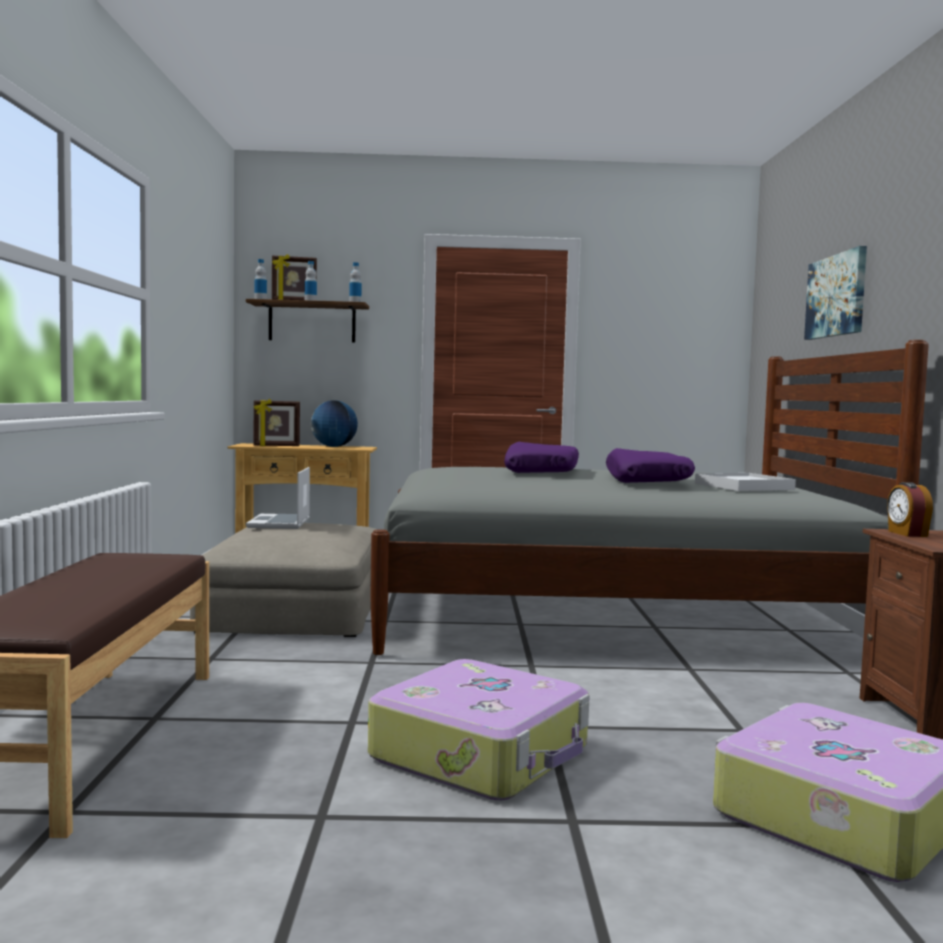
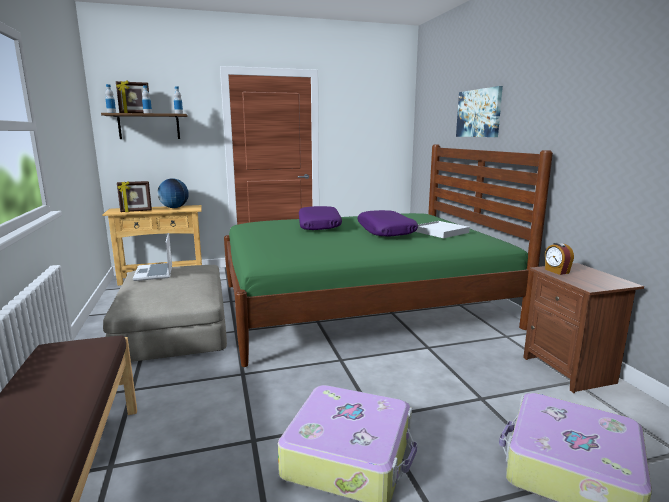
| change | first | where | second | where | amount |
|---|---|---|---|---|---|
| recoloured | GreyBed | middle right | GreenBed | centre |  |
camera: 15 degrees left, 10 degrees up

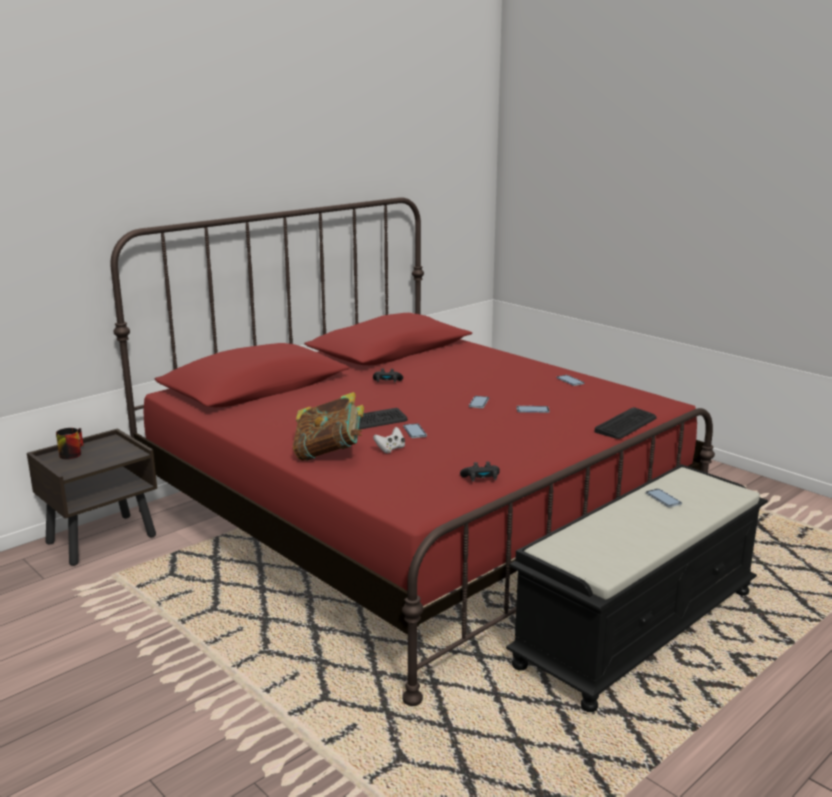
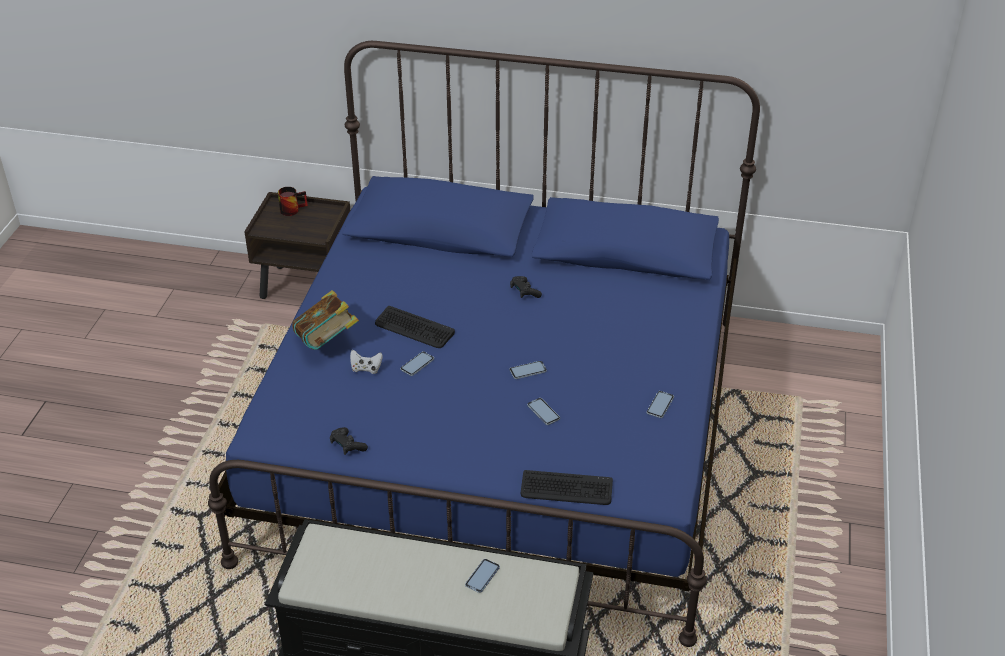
| change | first | where | second | where | amount |
|---|---|---|---|---|---|
| recoloured | RedBed | centre | BlueBed | centre |  |
camera: 55 degrees right, 20 degrees up

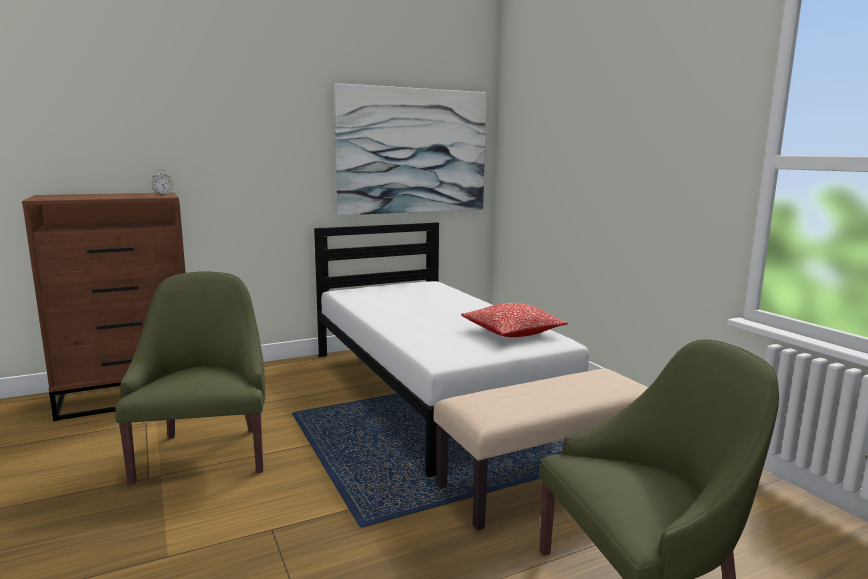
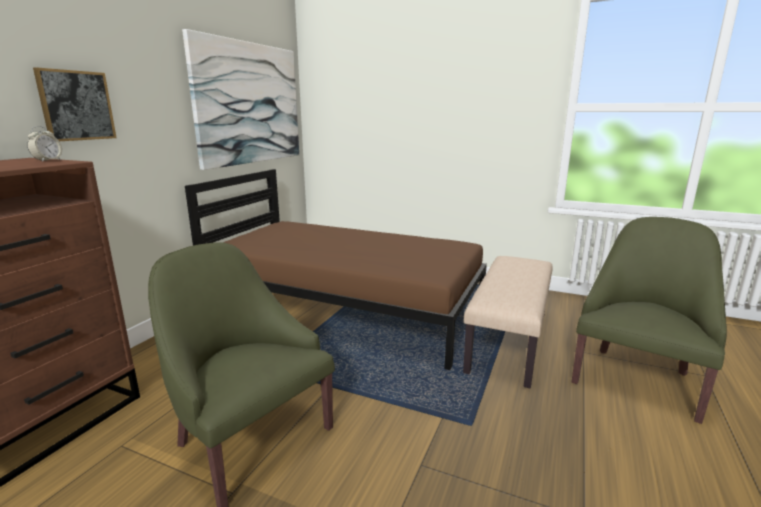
| change | first | where | second | where | amount |
|---|---|---|---|---|---|
| removed | Pillow | centre |  |  |  |
| added |  |  | Picture (1st from left) | top left |  |
| recoloured | WhiteBed | centre | BrownBed | centre |  |
camera: 40 degrees left, 5 degrees up

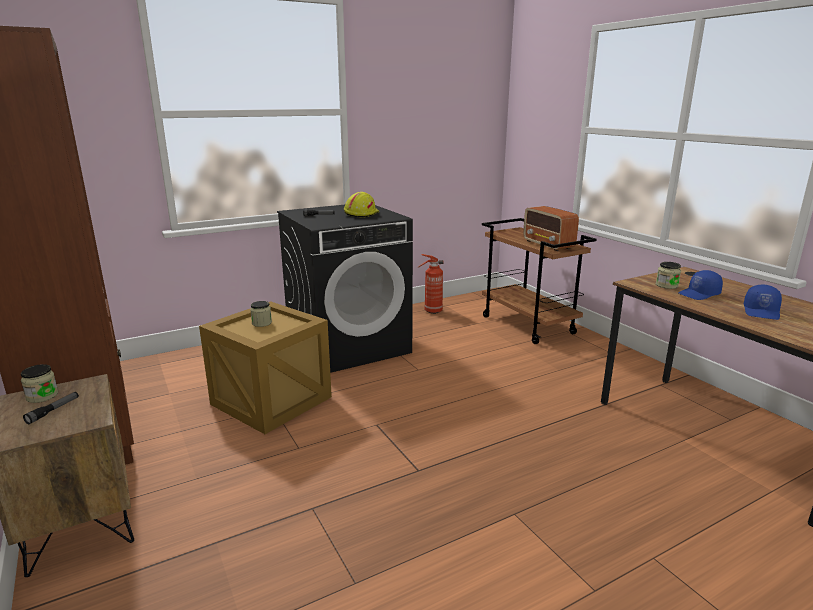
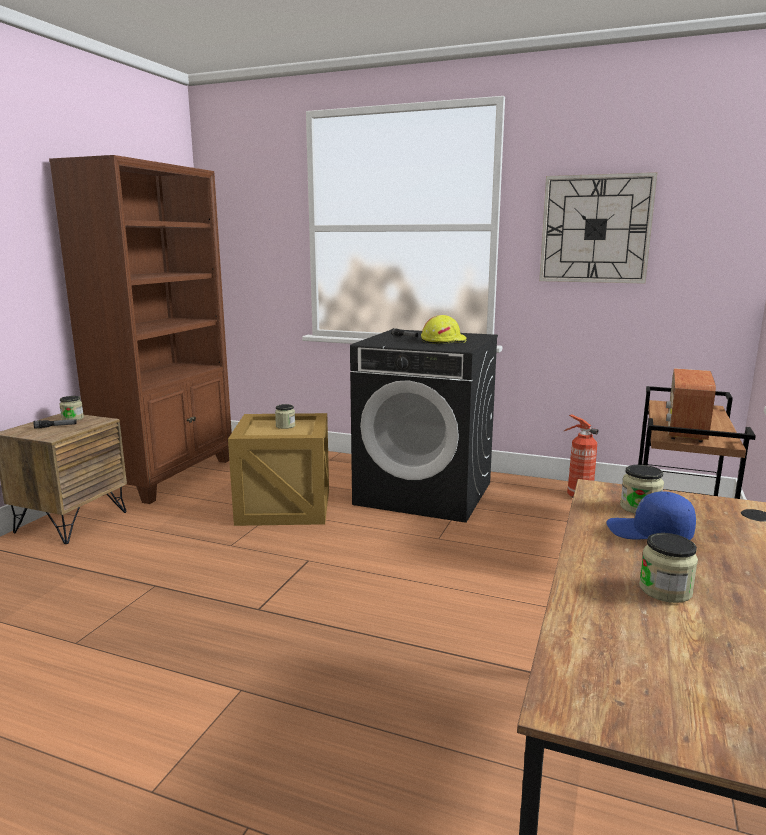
| change | first | where | second | where | amount |
|---|---|---|---|---|---|
| added |  |  | WallClock | top right |  |
| replaced | BlueCap (2nd from left) | middle right | Jar (4th from left) | bottom right |  |
camera: 50 degrees right, 5 degrees down

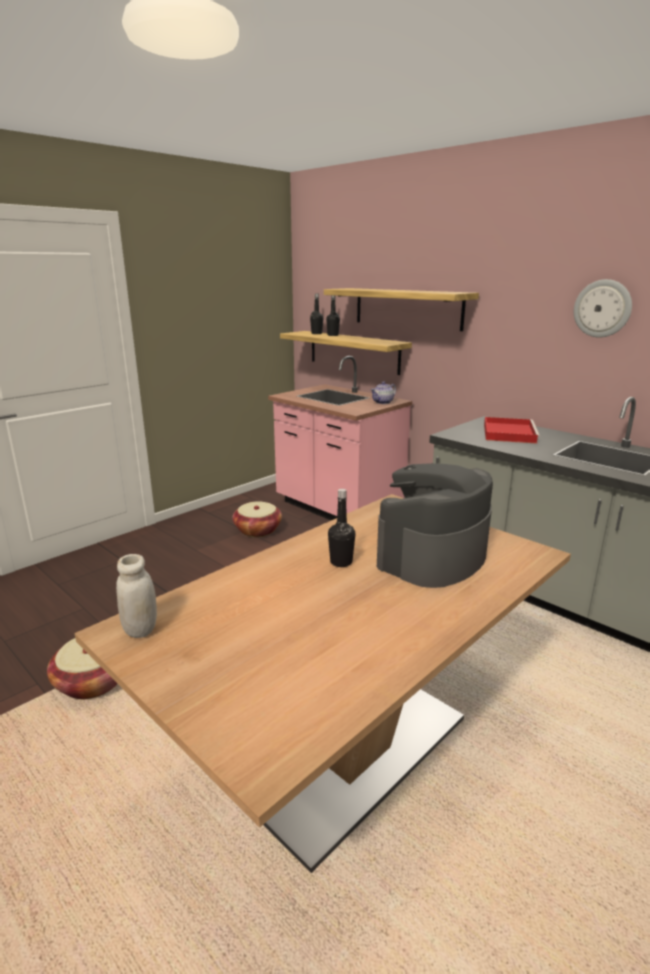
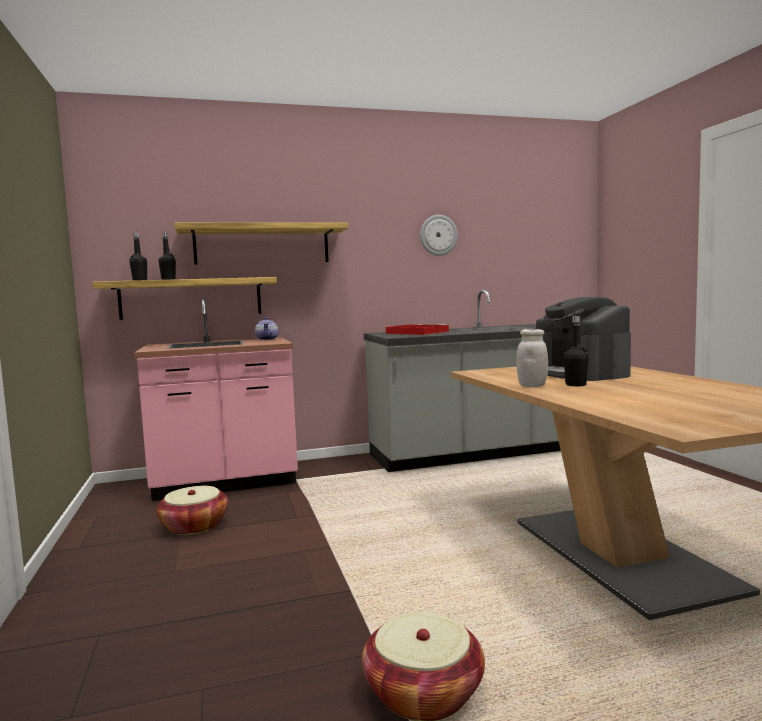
| change | first | where | second | where | amount |
|---|---|---|---|---|---|
| moved | WhiteJar | middle left |  | middle right |  |
camera: 60 degrees left, 15 degrees down

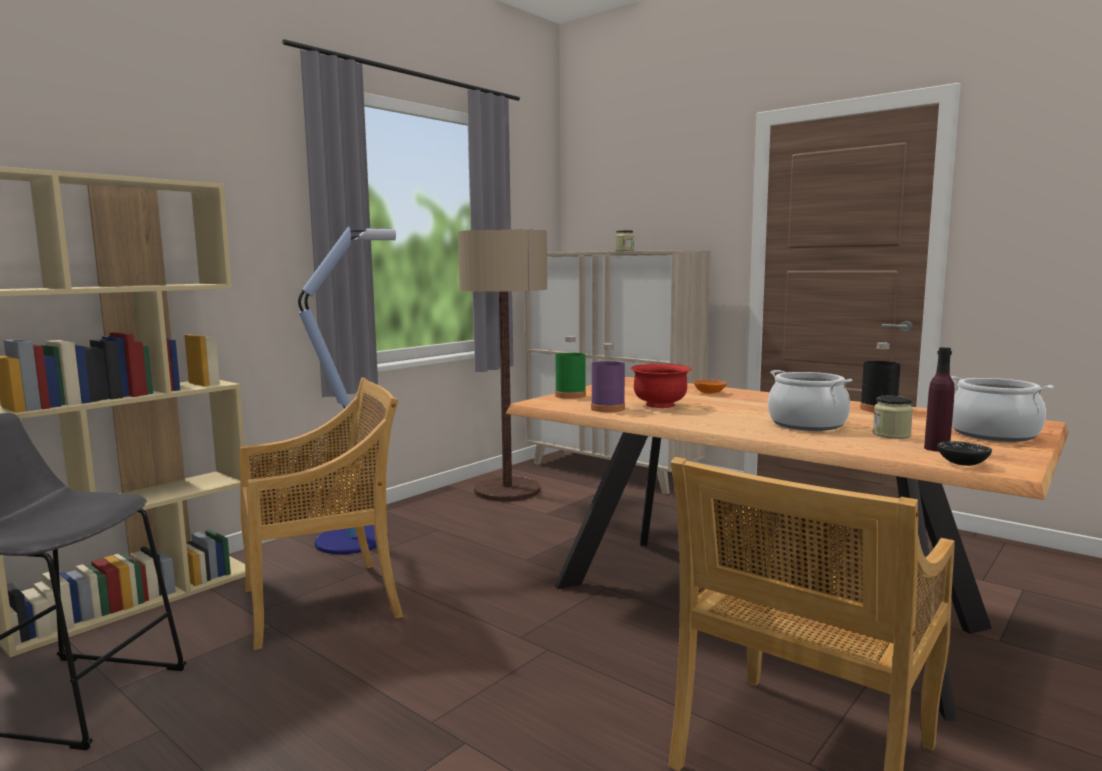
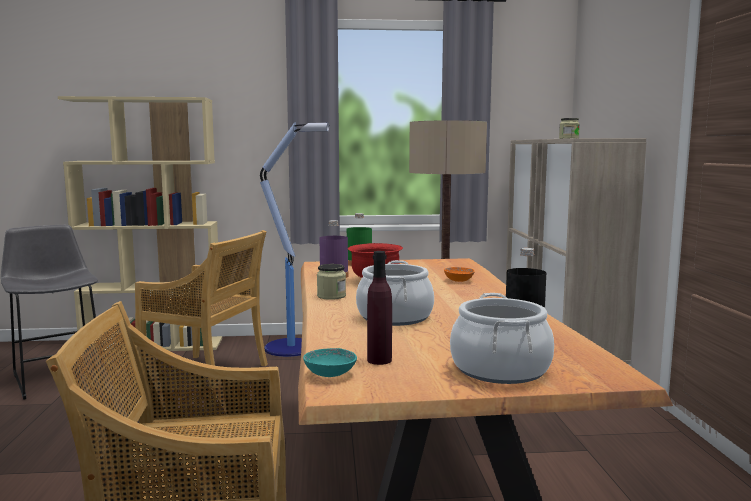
| change | first | where | second | where | amount |
|---|---|---|---|---|---|
| moved | Jar (2nd from left in the first image) | middle right | Jar (1st from left) | centre |  |
| recoloured | BlackBowl | middle right | TurquoiseBowl | bottom centre |  |
camera: 45 degrees right, 0 degrees up

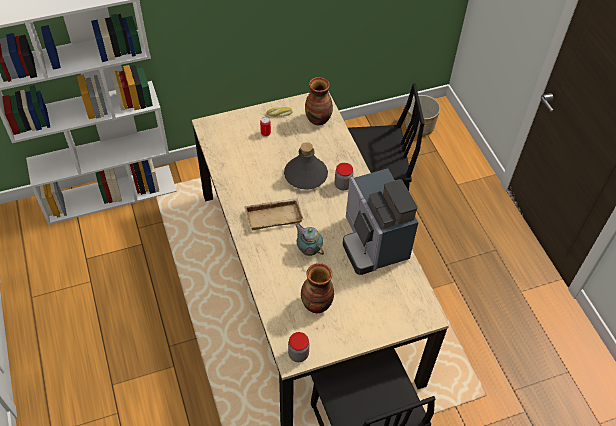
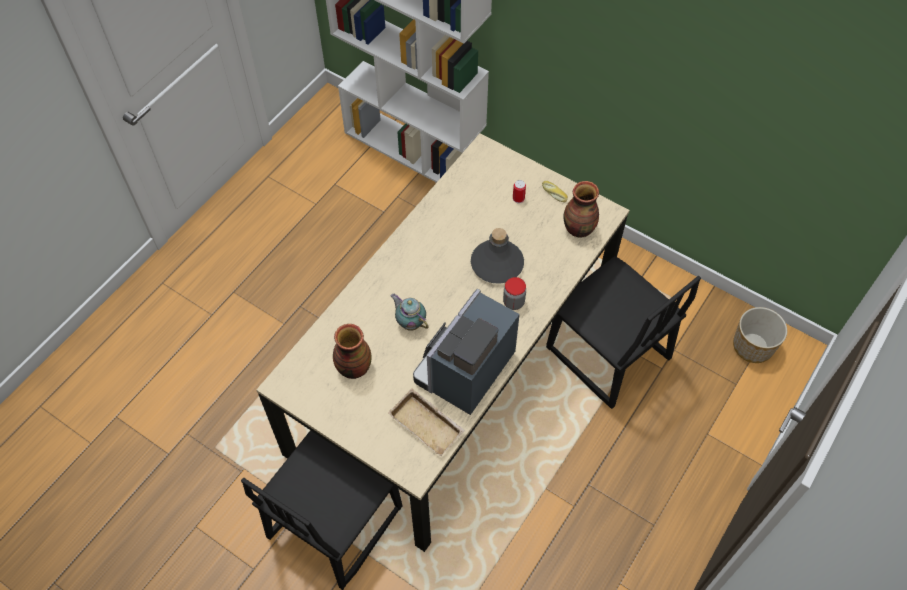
| change | first | where | second | where | amount |
|---|---|---|---|---|---|
| removed | Jar (1st from left) | bottom centre |  |  |  |
| moved | BeigeTray | centre |  | bottom centre |  |
| turned | Teapot | centre |  | centre | 60 degrees counterclockwise |
camera: 55 degrees right, 5 degrees up

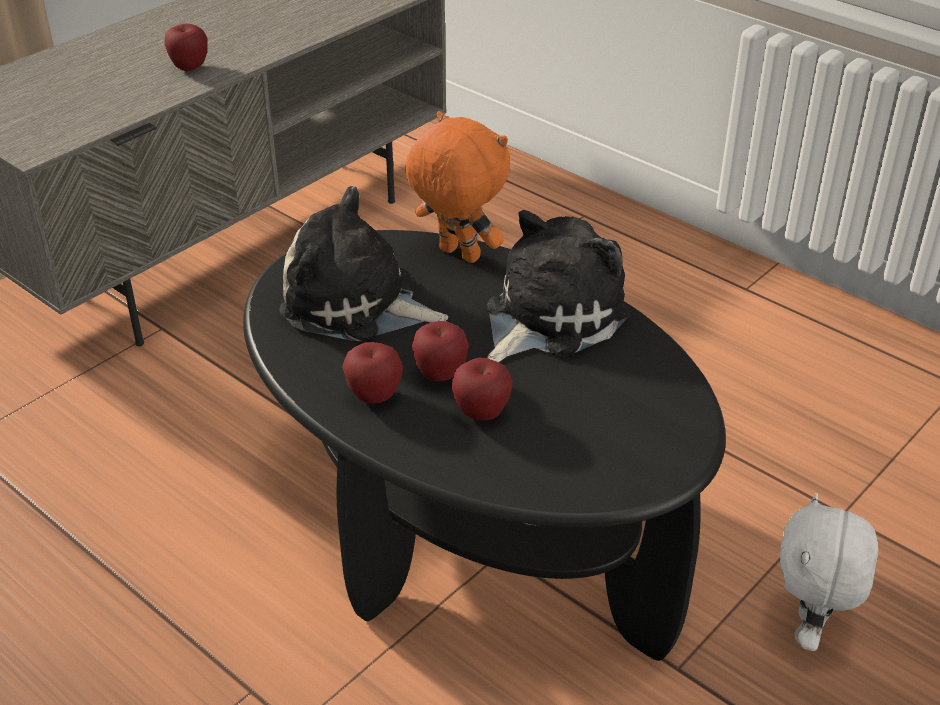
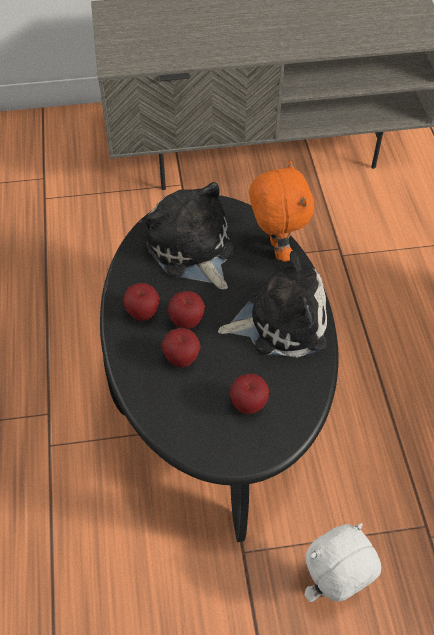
| change | first | where | second | where | amount |
|---|---|---|---|---|---|
| moved | Apple (1st from left in the first image) | top left | Apple (4th from left) | centre |  |
camera: 40 degrees right, 15 degrees up

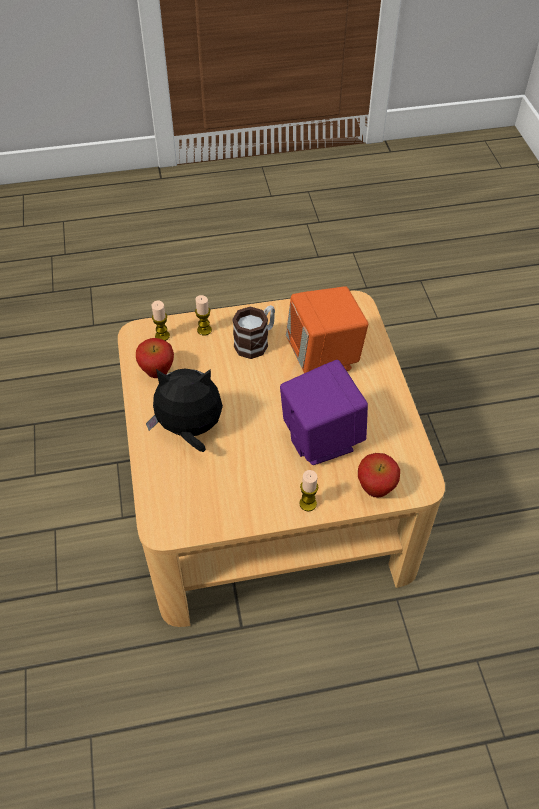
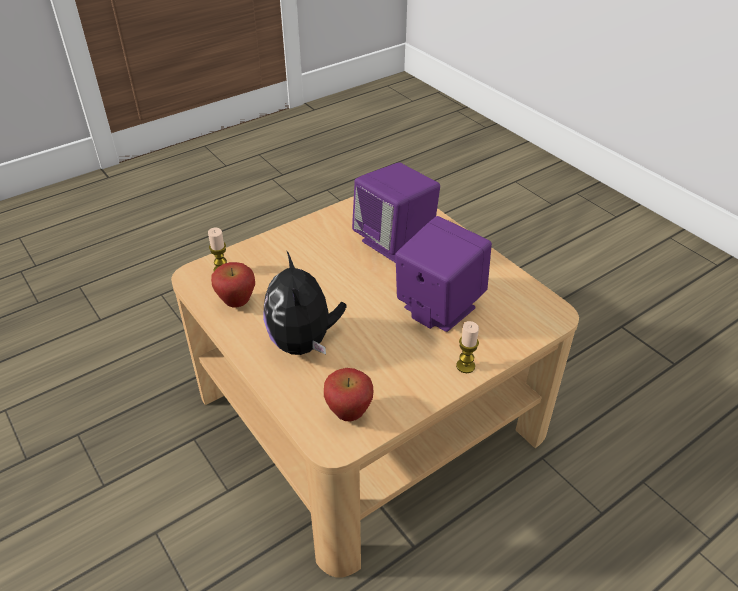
| change | first | where | second | where | amount |
|---|---|---|---|---|---|
| removed | Candle (2nd from left) | centre |  |  |  |
| removed | Mug | centre |  |  |  |
| moved | Apple (2nd from left) | middle right |  | bottom centre |  |
| recoloured | OrangeSpeaker | centre | PurpleSpeaker (1st from left) | centre |  |
| turned | PlushToy | centre |  | centre | 75 degrees counterclockwise |
camera: 25 degrees left, 10 degrees down

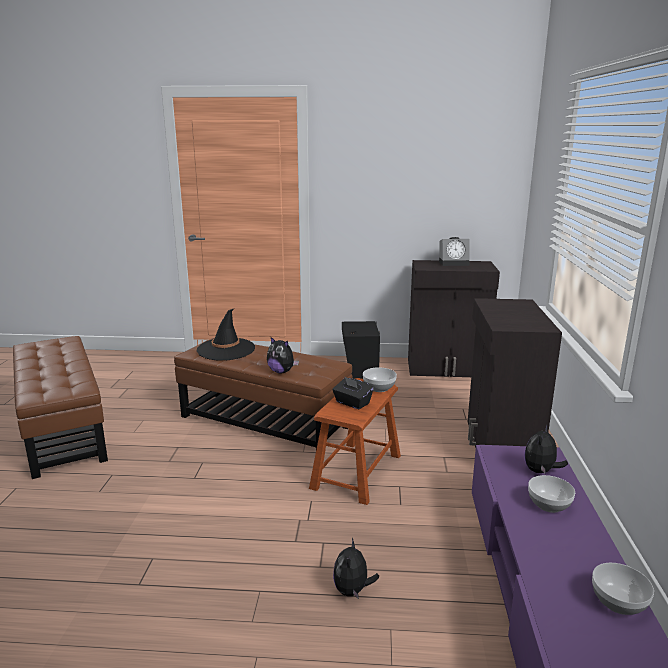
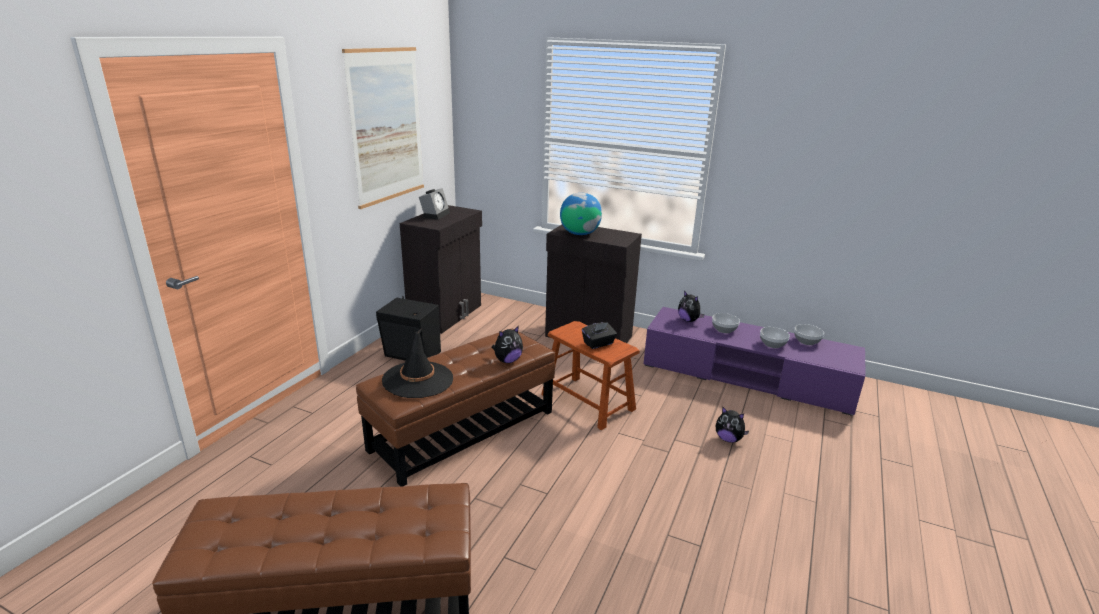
| change | first | where | second | where | amount |
|---|---|---|---|---|---|
| added |  |  | Picture | top centre |  |
| added |  |  | Globe | centre |  |
| moved | Bowl (1st from left in the first image) | centre | Bowl (2nd from left) | middle right |  |
camera: 70 degrees left, 5 degrees up

